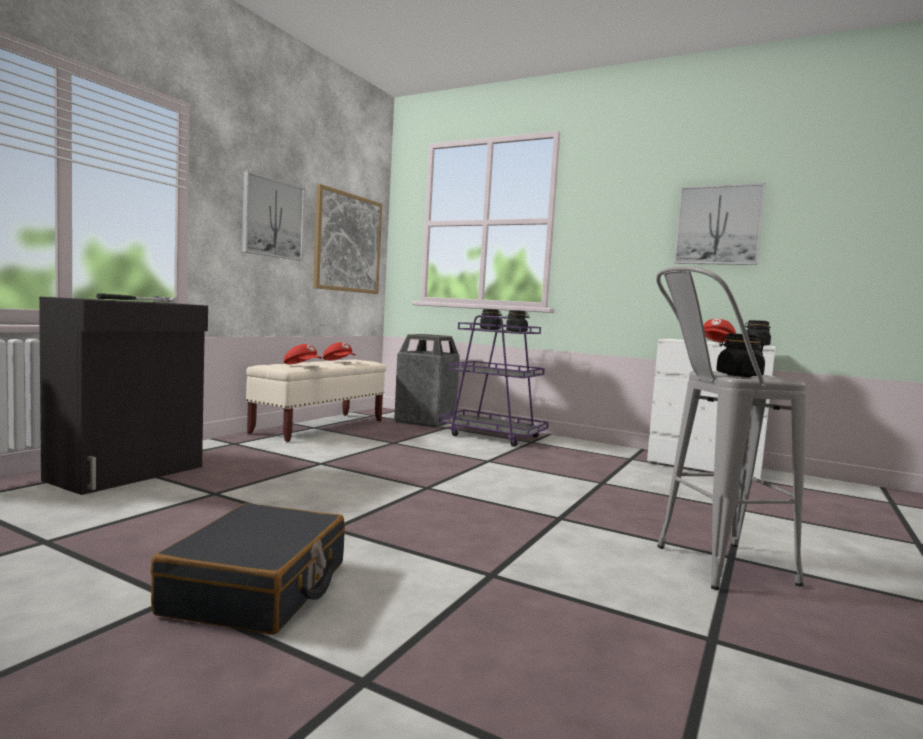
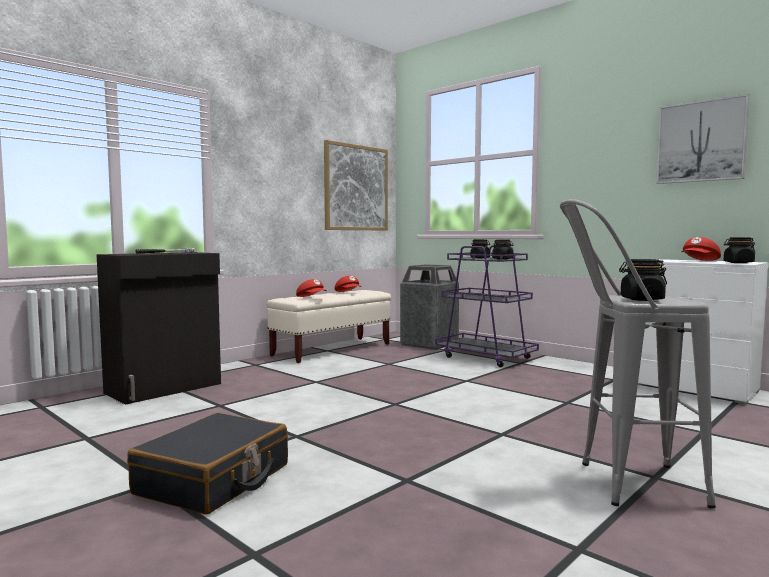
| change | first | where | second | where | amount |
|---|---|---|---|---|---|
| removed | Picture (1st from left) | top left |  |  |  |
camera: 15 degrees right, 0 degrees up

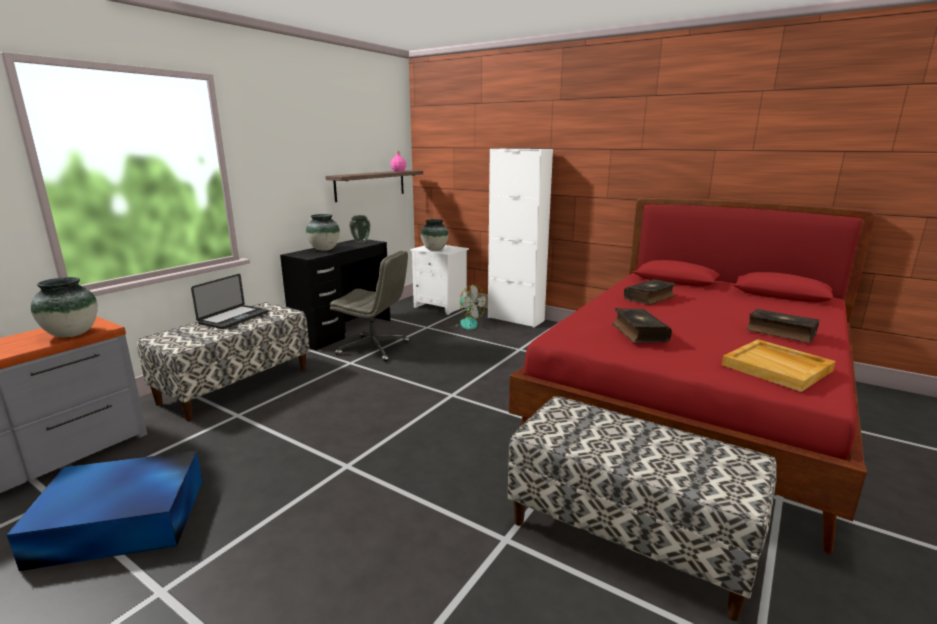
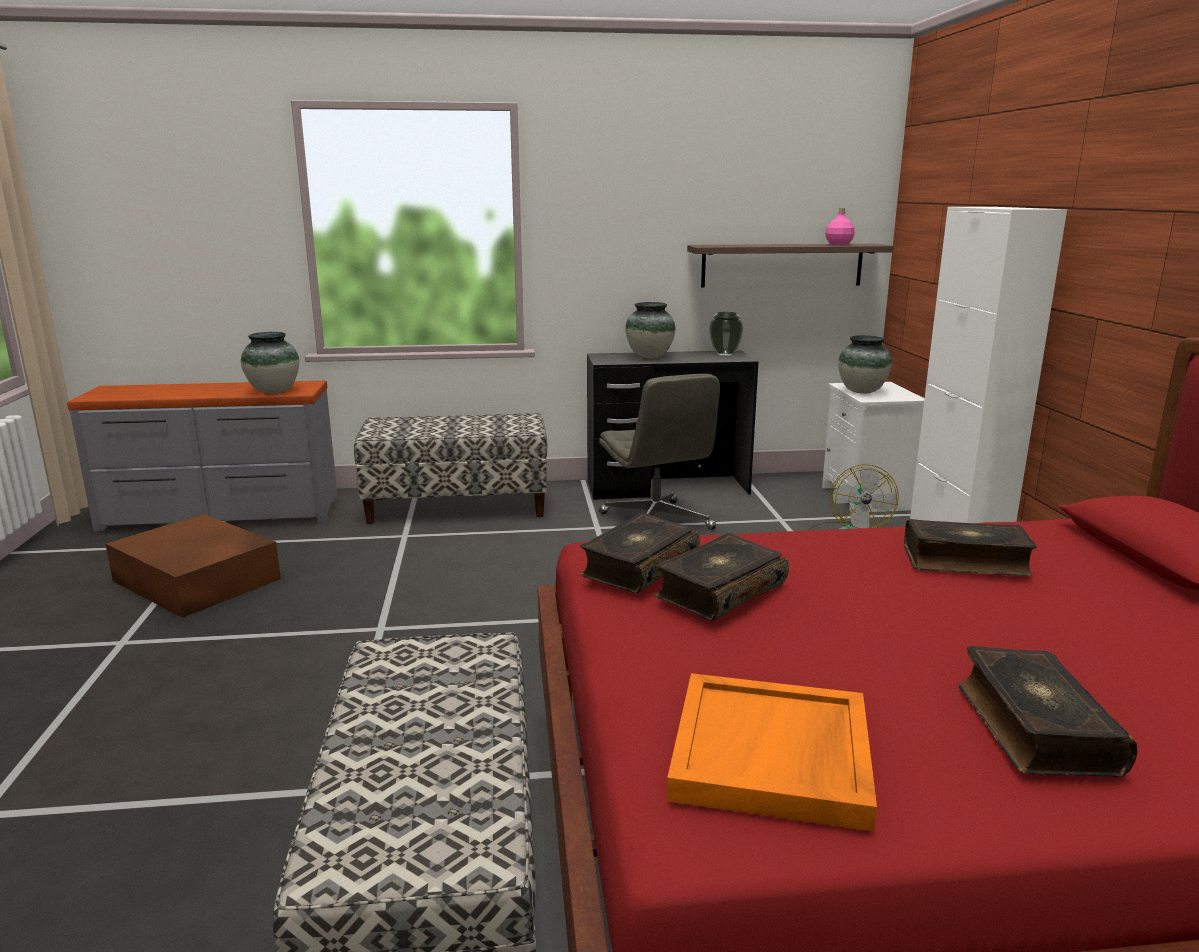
| change | first | where | second | where | amount |
|---|---|---|---|---|---|
| removed | Laptop | middle left |  |  |  |
| added |  |  | Book (1st from left) | centre |  |
| recoloured | BlueStorageBox | bottom left | BrownStorageBox | middle left |  |
| recoloured | BeigeTray | middle right | OrangeTray | bottom centre |  |
camera: 50 degrees right, 0 degrees up

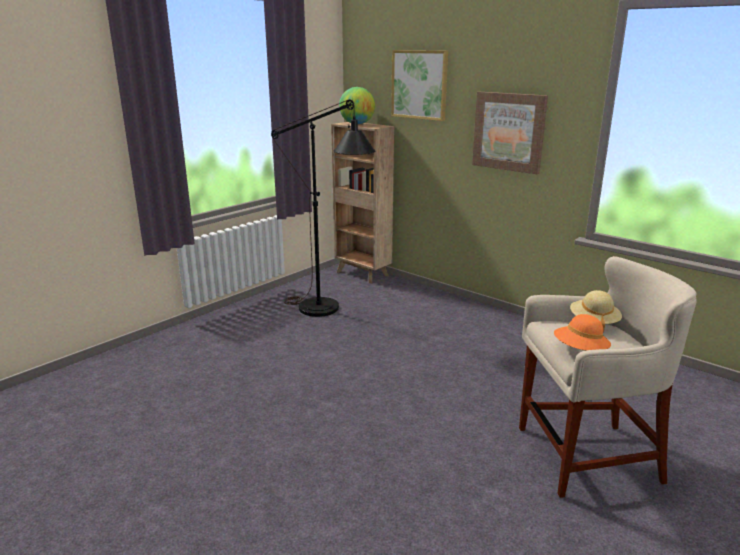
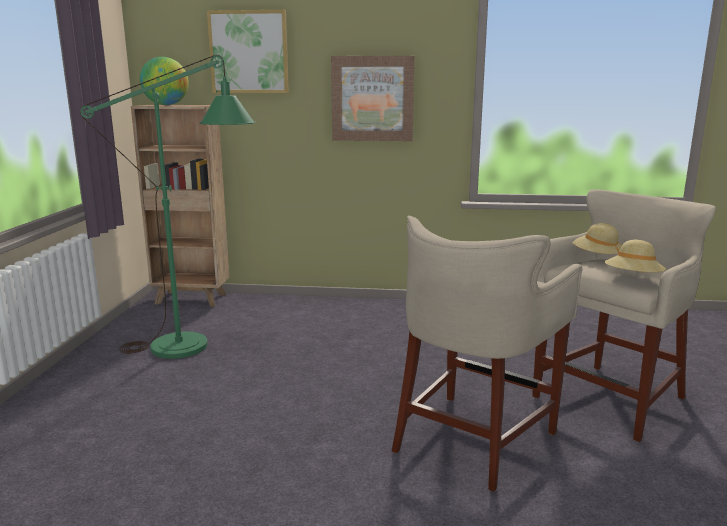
| change | first | where | second | where | amount |
|---|---|---|---|---|---|
| added |  |  | BeigeStool (1st from left) | bottom right |  |
| recoloured | BlackFloorLamp | centre | GreenFloorLamp | middle left |  |
| recoloured | OrangeHat | middle right | BeigeHat (2nd from left) | middle right |  |
camera: 35 degrees left, 5 degrees down

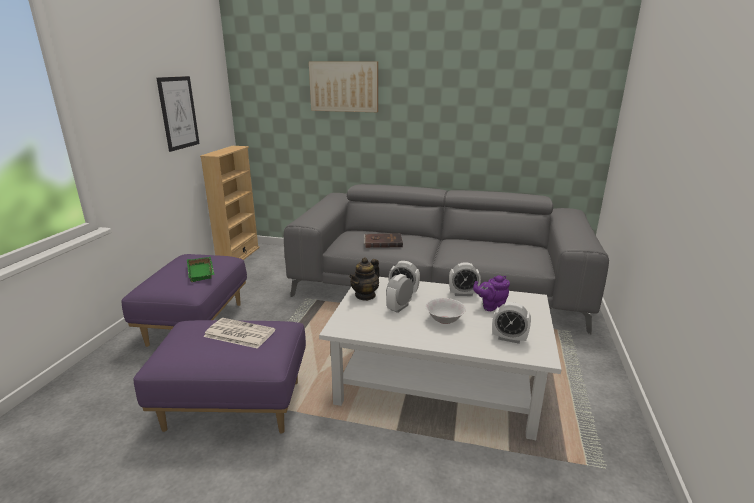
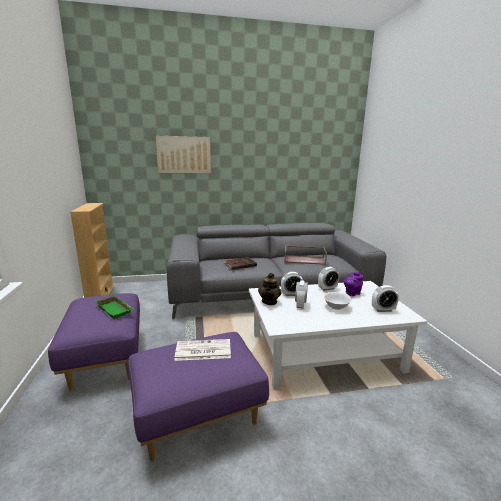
| change | first | where | second | where | amount |
|---|---|---|---|---|---|
| removed | Picture (1st from left) | top left |  |  |  |
| added |  |  | BrownTray | centre |  |
camera: 25 degrees left, 5 degrees down

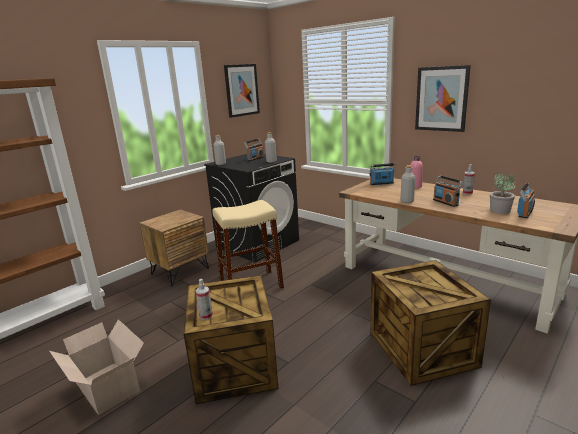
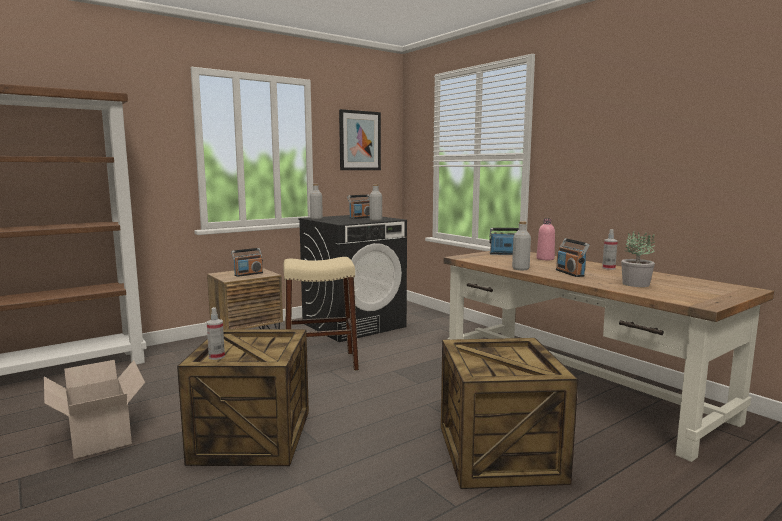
| change | first | where | second | where | amount |
|---|---|---|---|---|---|
| removed | Picture (2nd from left) | top right |  |  |  |
| moved | Radio (4th from left in the first image) | middle right | Radio (1st from left) | middle left |  |
camera: 10 degrees right, 10 degrees down

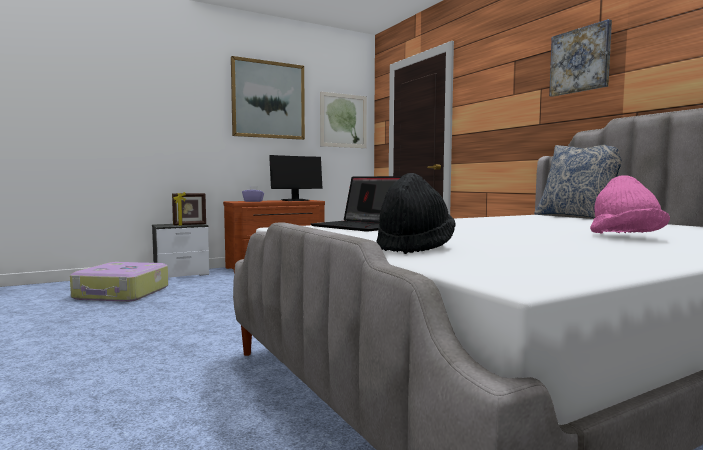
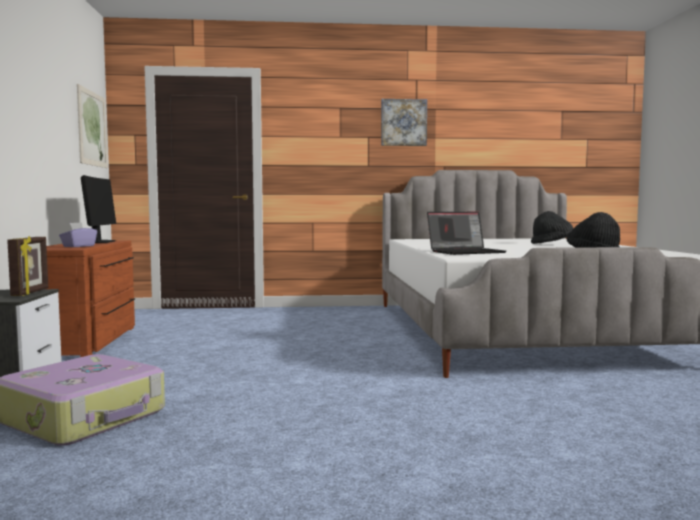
| change | first | where | second | where | amount |
|---|---|---|---|---|---|
| removed | Picture (1st from left) | top centre |  |  |  |
| removed | Pillow | middle right |  |  |  |
| recoloured | PinkHat | middle right | BlackHat (1st from left) | middle right |  |
camera: 65 degrees left, 0 degrees up

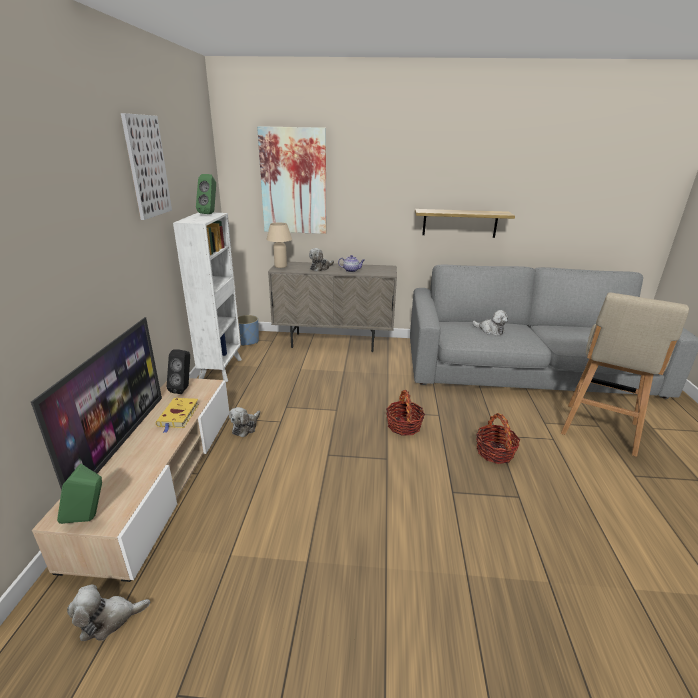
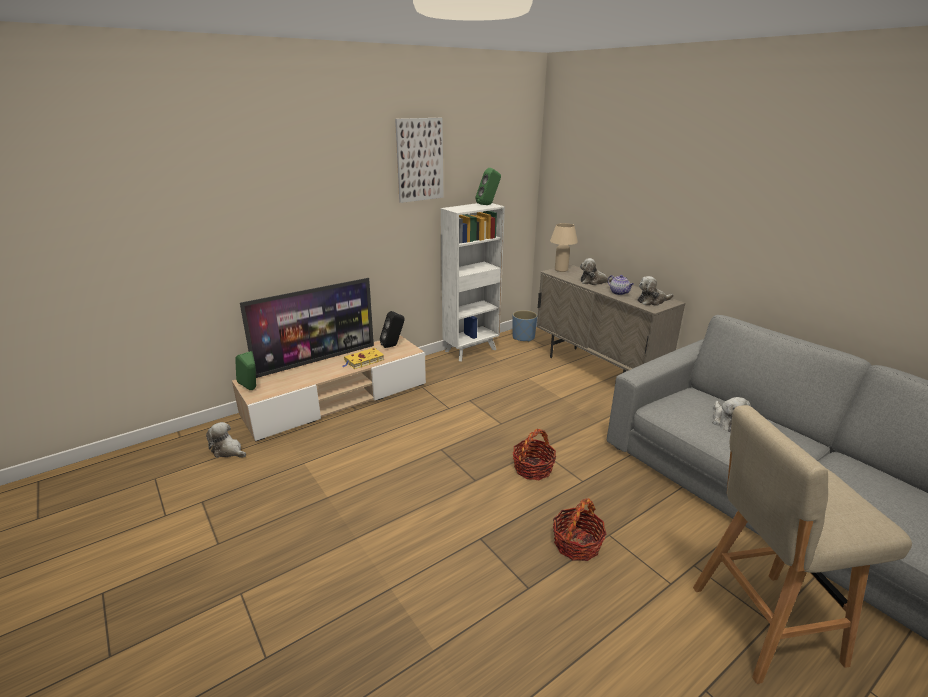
| change | first | where | second | where | amount |
|---|---|---|---|---|---|
| removed | Picture (2nd from left) | top centre |  |  |  |
| removed | Shelf | top centre |  |  |  |
| moved | PlushToy (2nd from left in the first image) | centre | PlushToy (3rd from left) | middle right |  |
camera: 50 degrees right, 0 degrees up

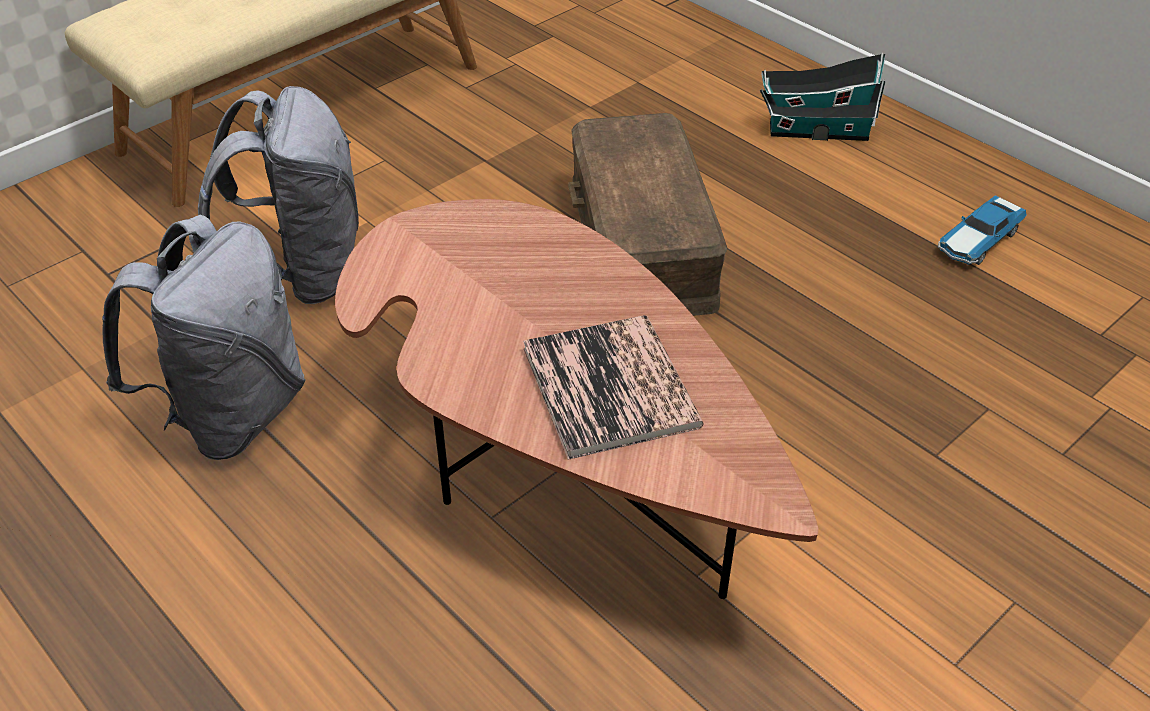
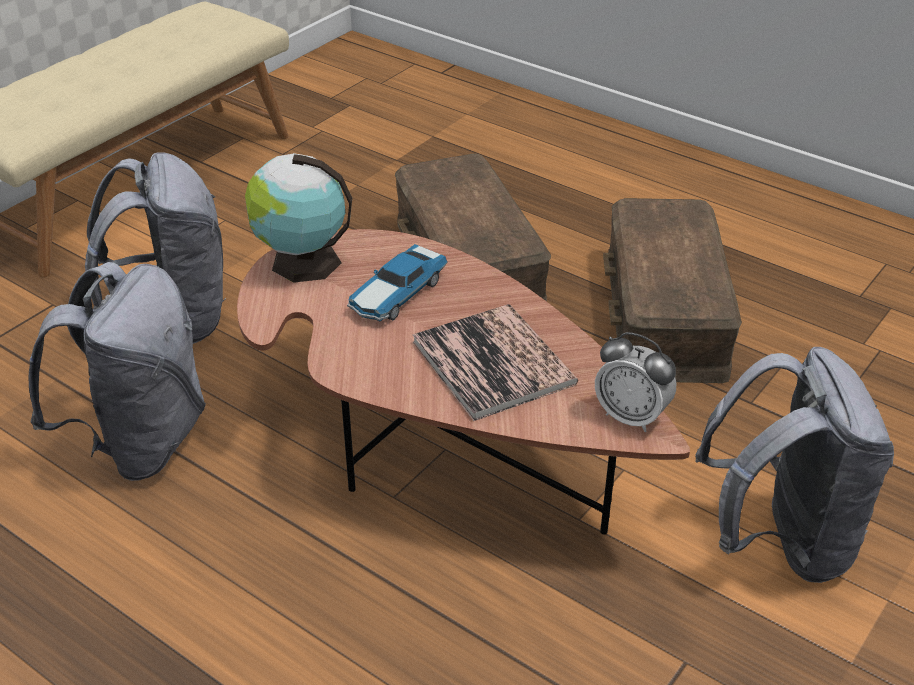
| change | first | where | second | where | amount |
|---|---|---|---|---|---|
| removed | ToyHouse | top right |  |  |  |
| added |  |  | Globe | top left |  |
| added |  |  | AlarmClock | middle right |  |
| added |  |  | BrownStorageBox (2nd from left) | middle right |  |
| added |  |  | GreyBackpack (3rd from left) | bottom right |  |
| moved | ToyCar | top right |  | centre |  |
camera: 10 degrees left, 5 degrees down

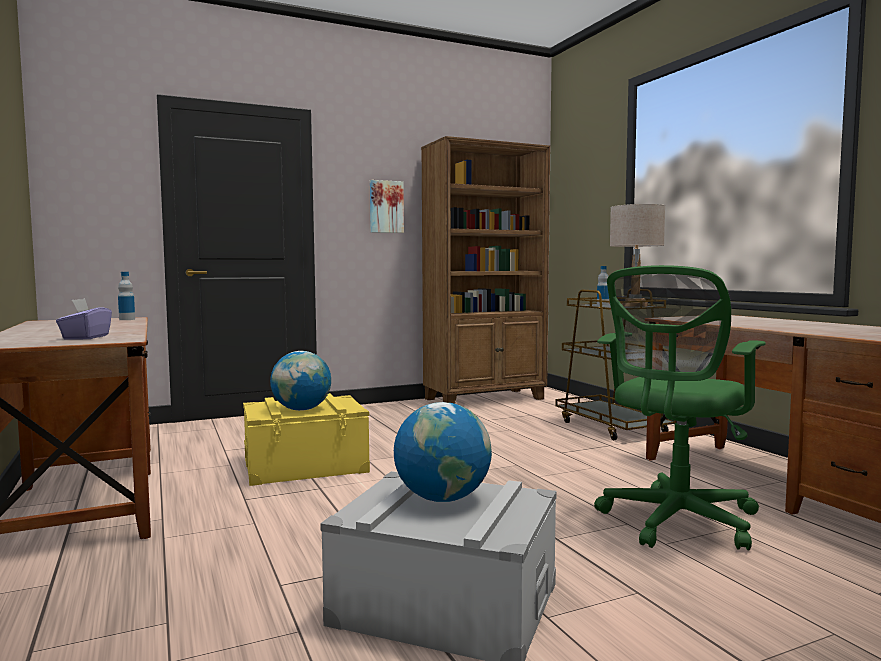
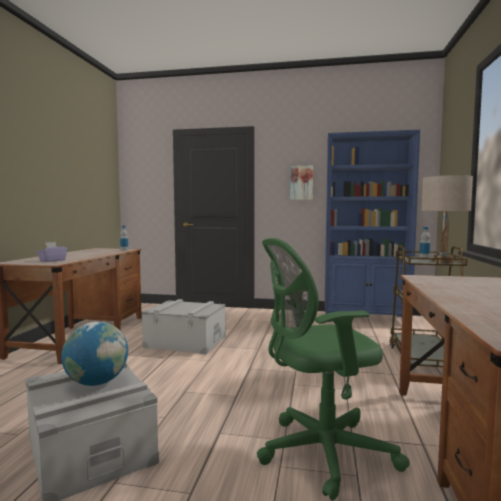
| change | first | where | second | where | amount |
|---|---|---|---|---|---|
| removed | Globe (1st from left) | centre |  |  |  |
| recoloured | YellowStorageBox | centre | GreyStorageBox (2nd from left) | centre |  |
| recoloured | BrownBookcase | centre | BlueBookcase | middle right |  |
camera: 35 degrees right, 0 degrees up

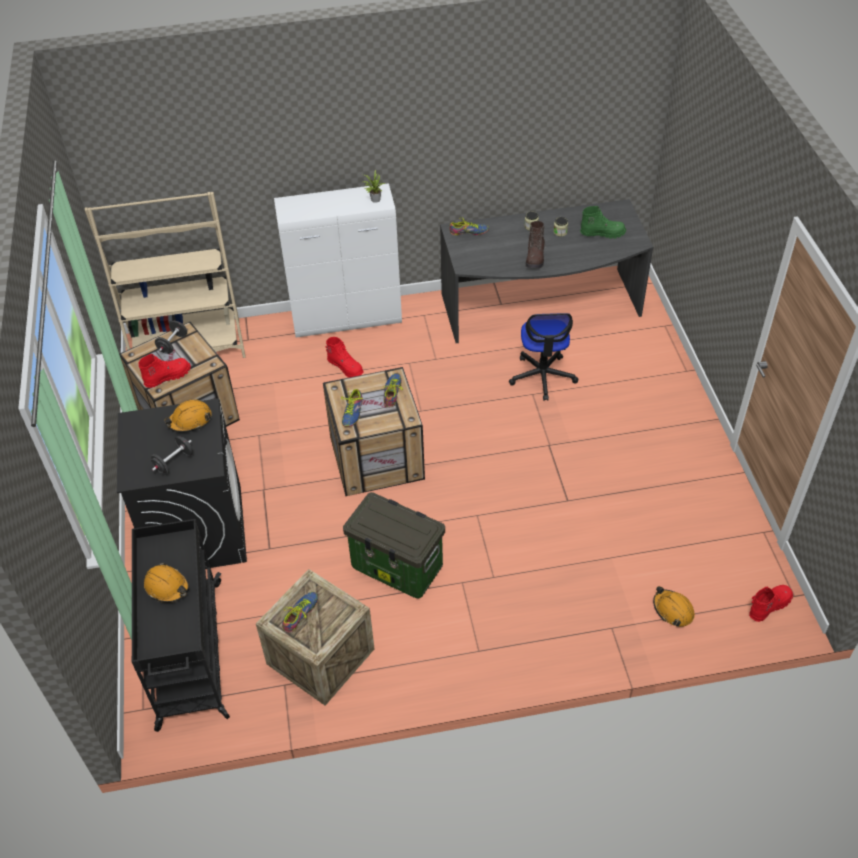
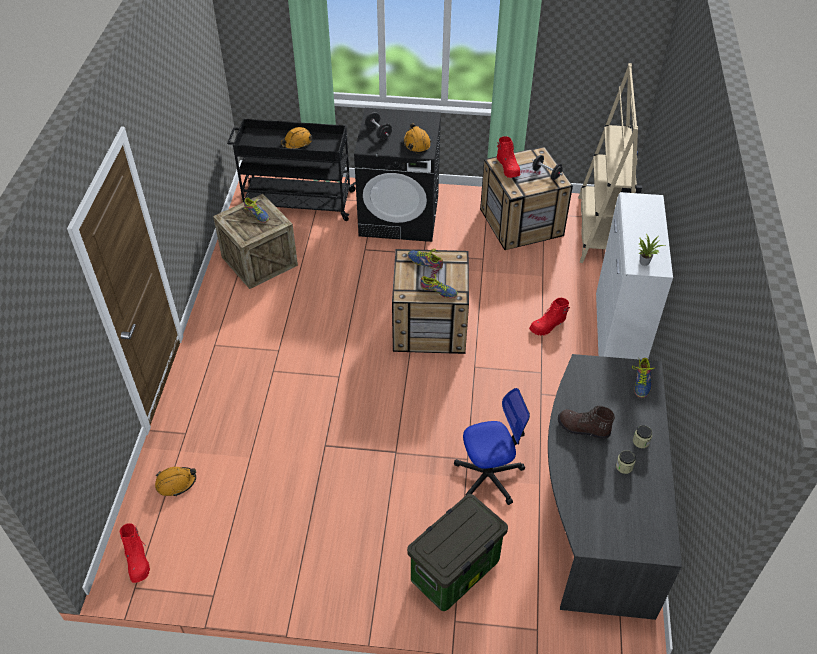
| change | first | where | second | where | amount |
|---|---|---|---|---|---|
| removed | GreenBoot | top right |  |  |  |
| moved | StorageBox | centre |  | bottom centre |  |
| turned | OfficeChair | centre |  | bottom centre | 150 degrees clockwise |
camera: 105 degrees right, 0 degrees up

